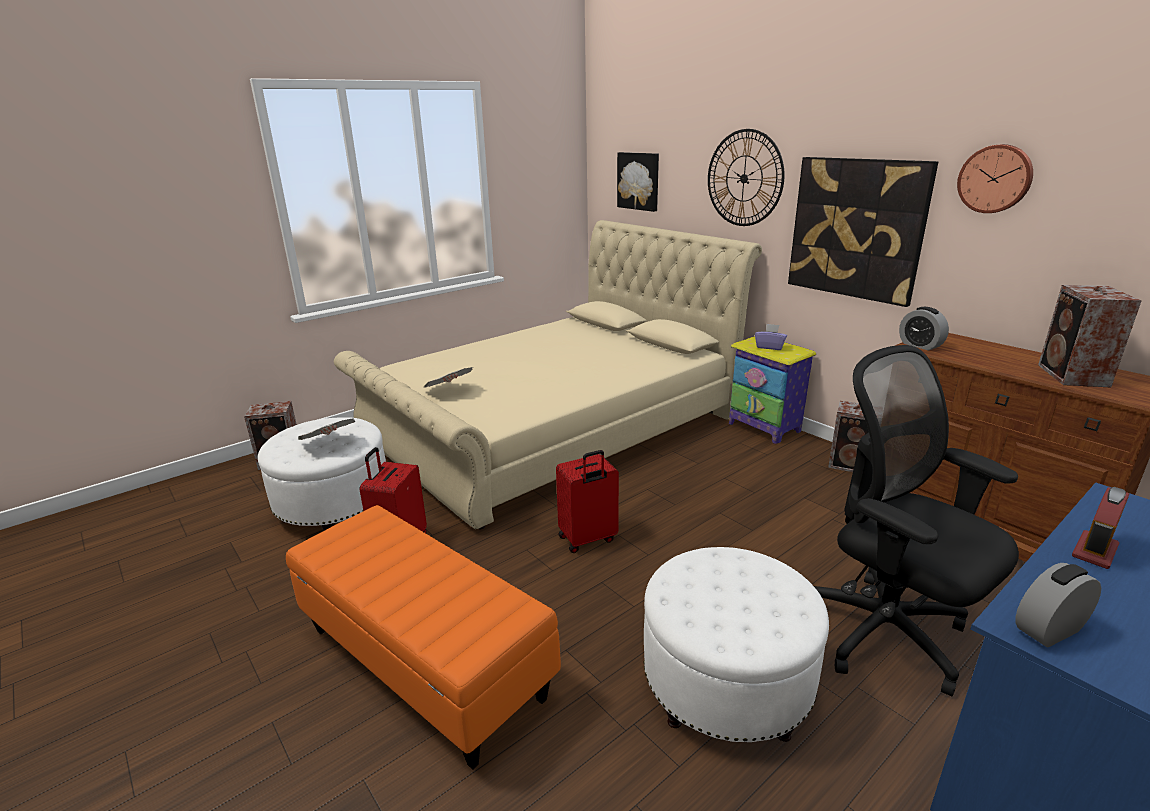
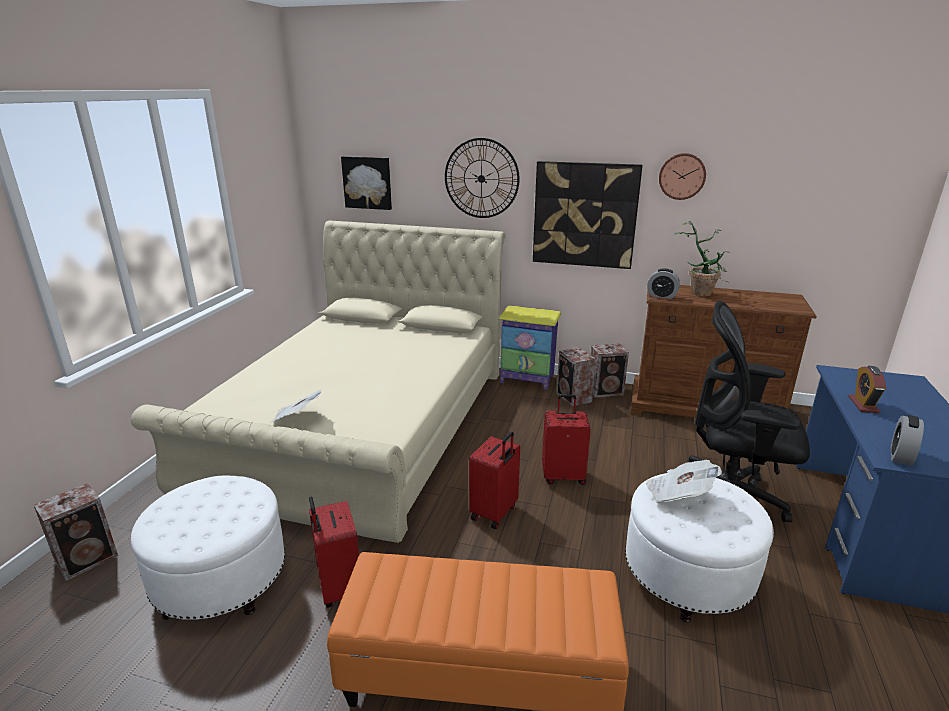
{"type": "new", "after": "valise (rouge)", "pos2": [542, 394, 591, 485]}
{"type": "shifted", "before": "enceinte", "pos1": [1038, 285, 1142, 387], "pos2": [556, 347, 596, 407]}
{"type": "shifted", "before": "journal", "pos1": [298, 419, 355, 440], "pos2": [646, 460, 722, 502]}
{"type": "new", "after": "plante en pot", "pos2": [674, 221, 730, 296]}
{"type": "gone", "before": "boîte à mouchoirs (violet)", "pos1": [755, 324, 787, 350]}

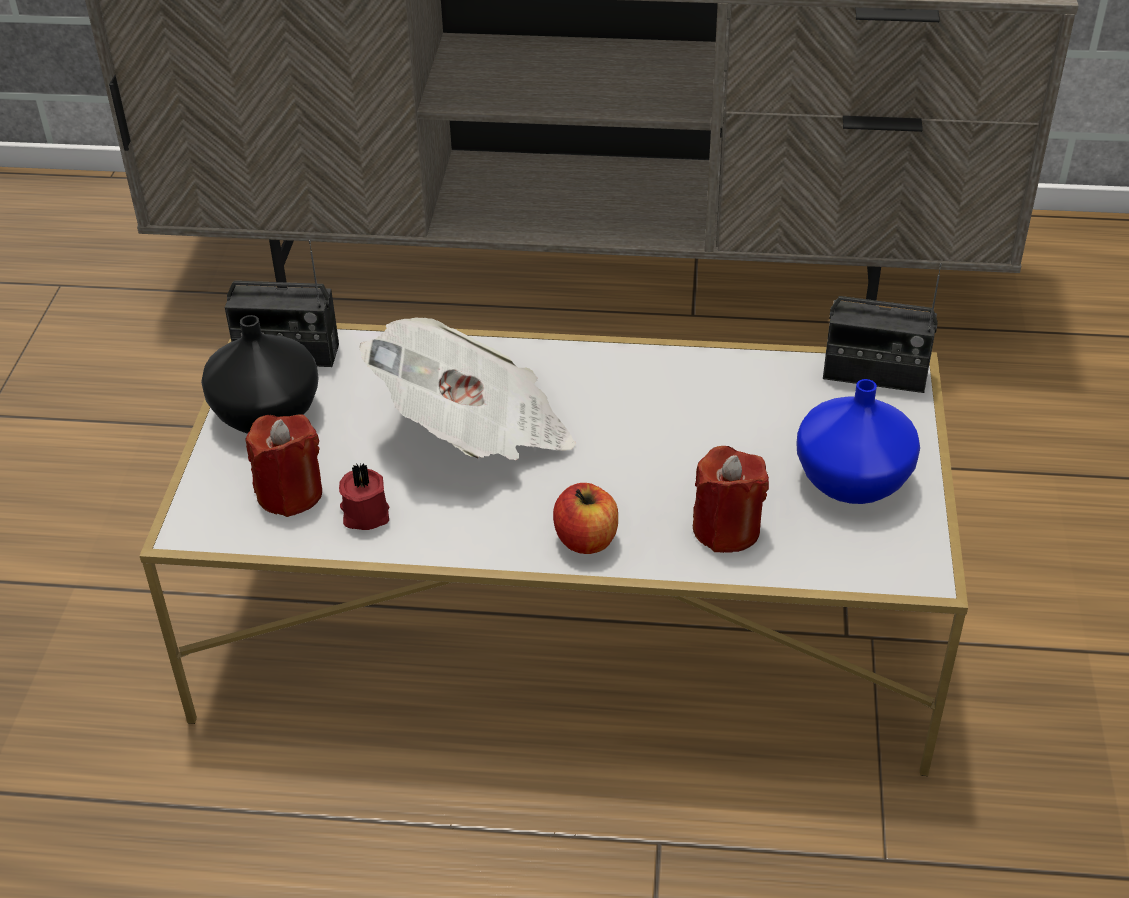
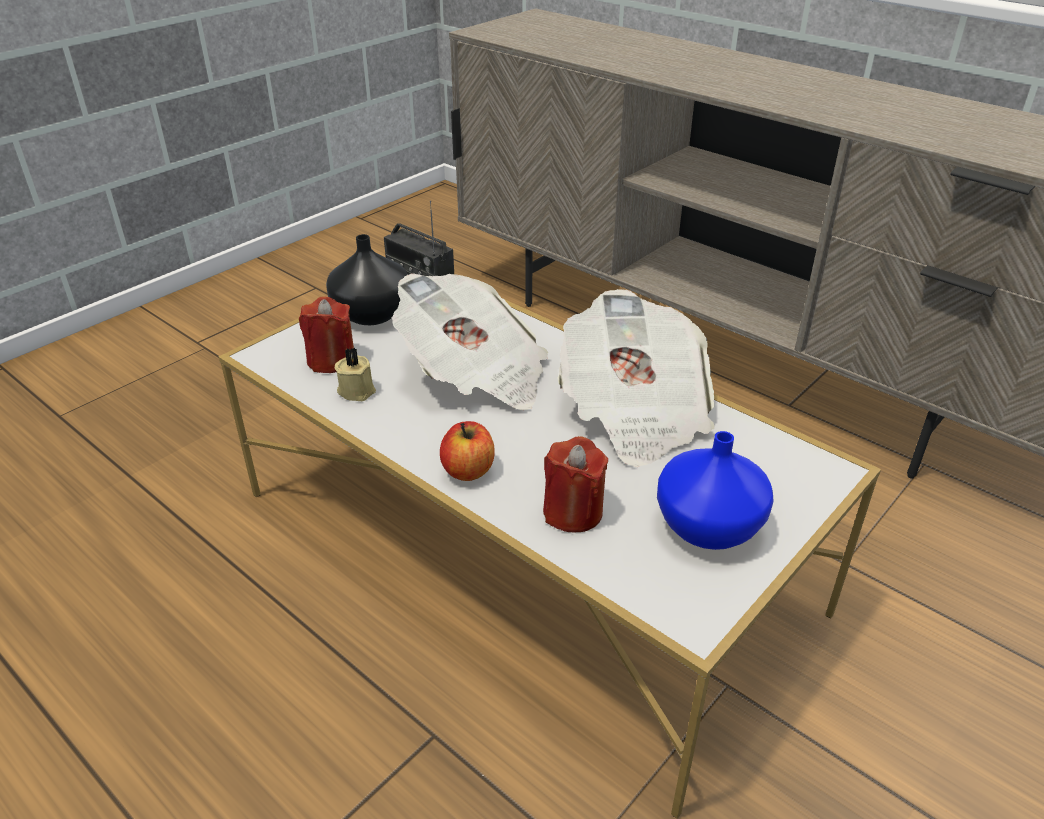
{"type": "repainted", "before": "bougie (rouge)", "after": "bougie (beige)", "pos1": [339, 463, 390, 530], "pos2": [335, 348, 376, 401]}
{"type": "new", "after": "journal", "pos2": [557, 289, 715, 467]}
{"type": "gone", "before": "radio", "pos1": [823, 263, 942, 393]}

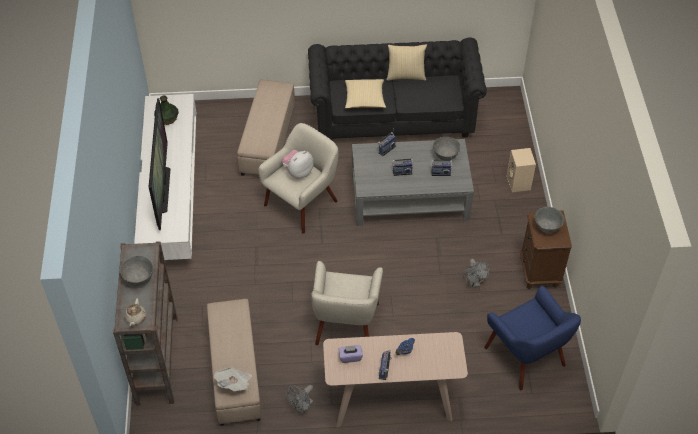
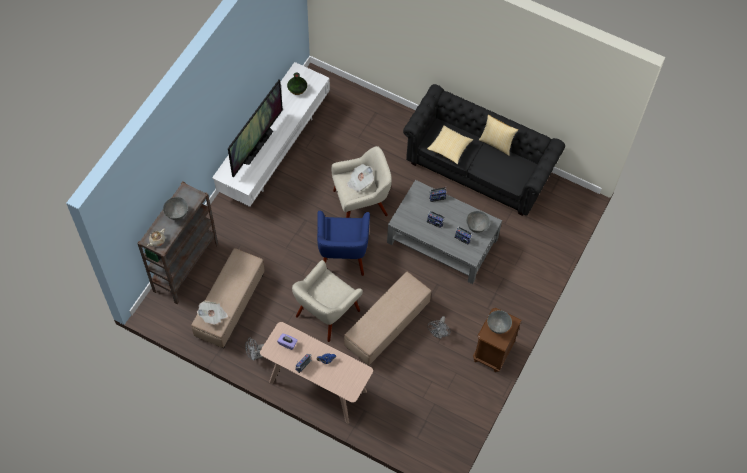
{"type": "shifted", "before": "fauteuil (bleu)", "pos1": [484, 286, 581, 390], "pos2": [317, 211, 370, 276]}
{"type": "shifted", "before": "pouf (beige)", "pos1": [237, 80, 295, 176], "pos2": [344, 272, 431, 366]}
{"type": "swapped", "before": "peluche", "after": "journal", "pos1": [281, 150, 314, 179], "pos2": [347, 164, 374, 193]}
{"type": "gone", "before": "enceinte (beige)", "pos1": [507, 148, 536, 192]}

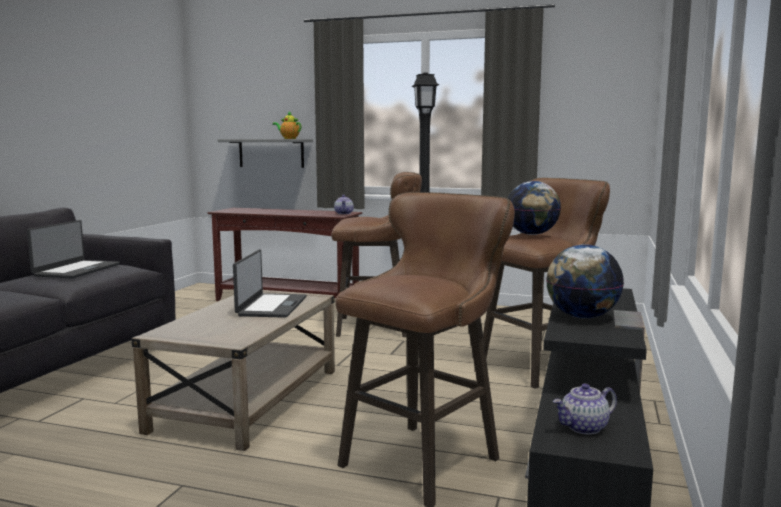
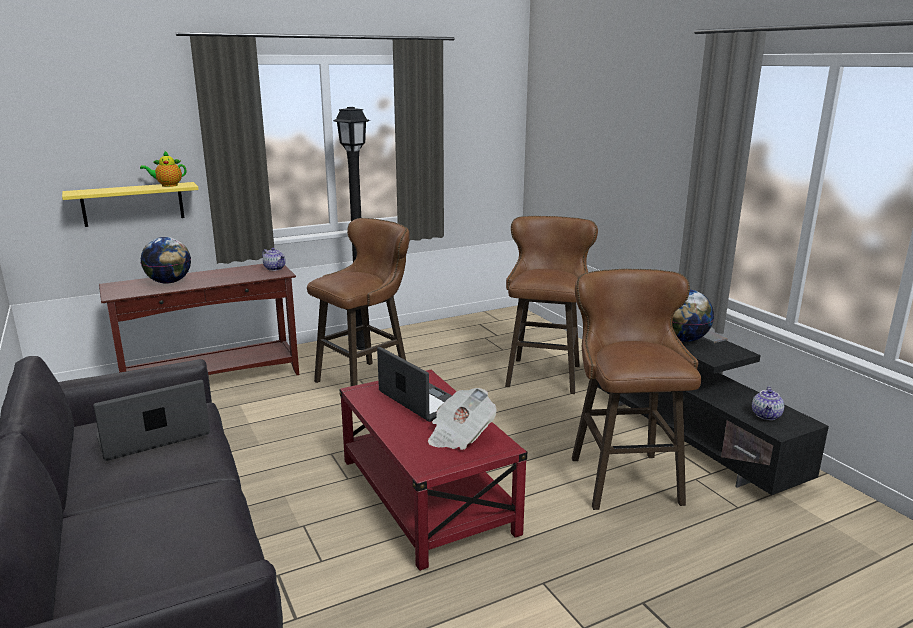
{"type": "repainted", "before": "étagère (gris)", "after": "étagère (jaune)", "pos1": [218, 139, 313, 168], "pos2": [62, 182, 199, 227]}
{"type": "rotated", "before": "ordinateur portable", "pos1": [27, 220, 120, 278], "pos2": [93, 380, 210, 461], "turn": -90}
{"type": "shifted", "before": "globe", "pos1": [508, 181, 561, 235], "pos2": [141, 237, 191, 284]}
{"type": "repainted", "before": "table basse (beige)", "after": "table basse (rouge)", "pos1": [132, 290, 335, 451], "pos2": [339, 370, 527, 571]}
{"type": "new", "after": "journal", "pos2": [428, 388, 497, 450]}

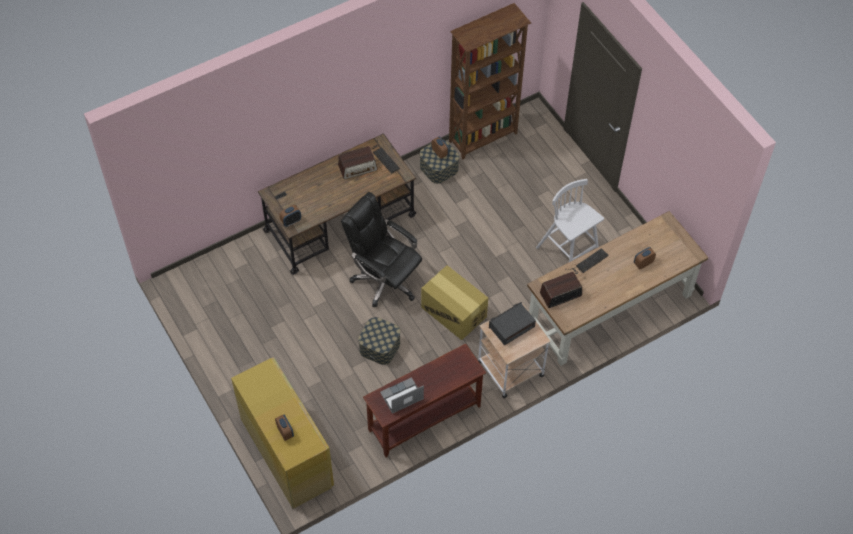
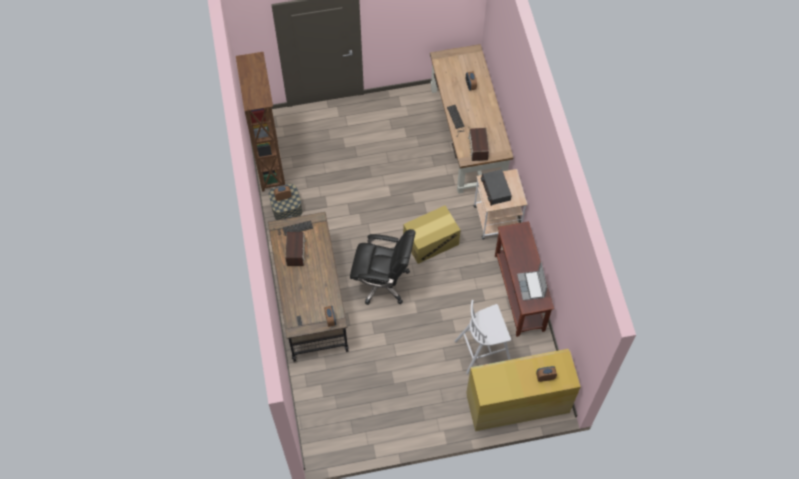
{"type": "rotated", "before": "chaise de bureau (noir)", "pos1": [341, 192, 422, 307], "pos2": [350, 229, 416, 305], "turn": -135}
{"type": "shifted", "before": "tabouret (blanc)", "pos1": [536, 179, 604, 262], "pos2": [455, 300, 511, 374]}
{"type": "gone", "before": "boîte de rangement", "pos1": [358, 317, 400, 365]}

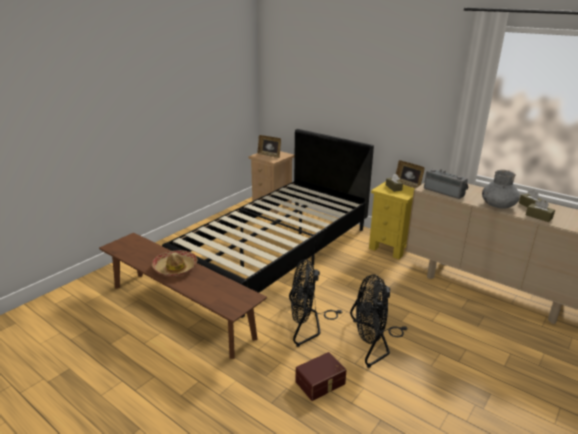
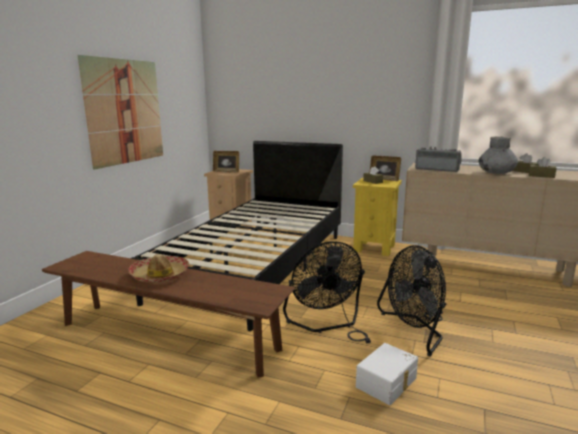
{"type": "new", "after": "tableau", "pos2": [77, 55, 163, 170]}
{"type": "rotated", "before": "ventilateur (noir)", "pos1": [289, 259, 343, 347], "pos2": [283, 241, 371, 343], "turn": 90}
{"type": "repainted", "before": "boîte de rangement (marron)", "after": "boîte de rangement (blanc)", "pos1": [295, 352, 346, 401], "pos2": [356, 343, 418, 405]}

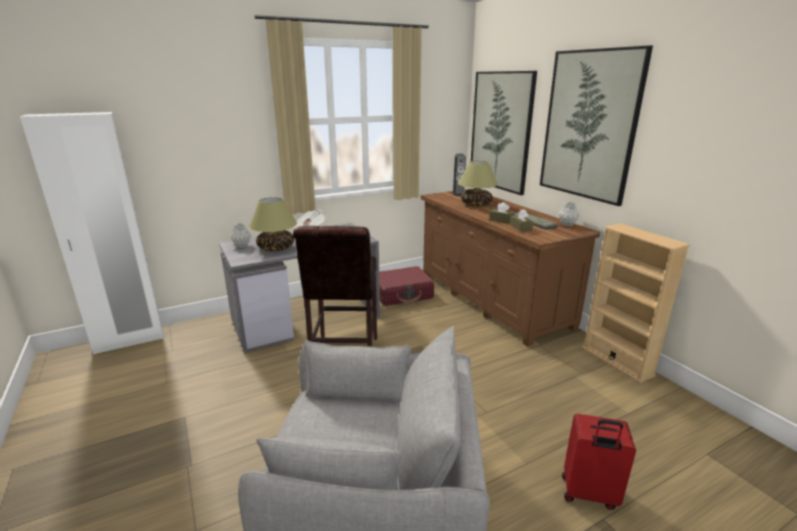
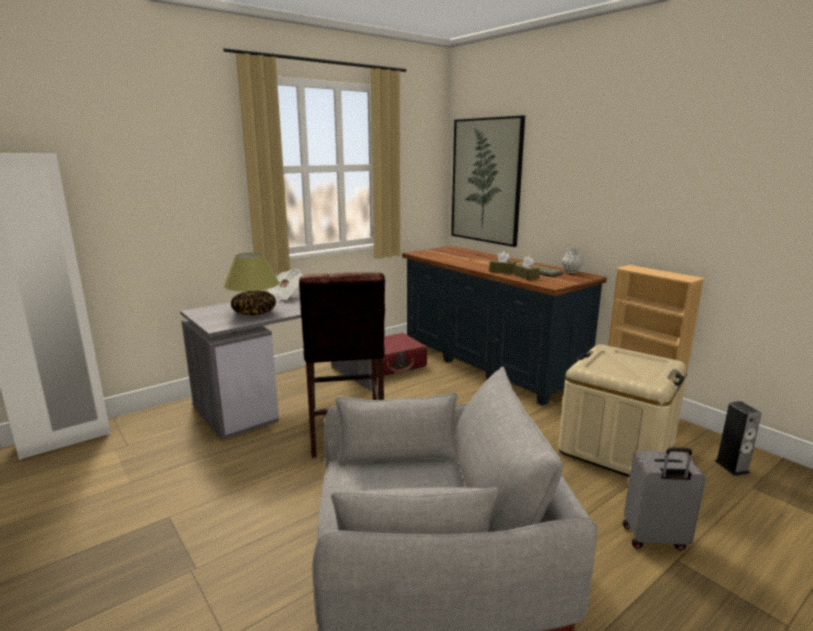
{"type": "repainted", "before": "commode (marron)", "after": "commode (bleu)", "pos1": [421, 189, 600, 347], "pos2": [402, 246, 607, 406]}
{"type": "new", "after": "boîte de rangement (beige)", "pos2": [558, 344, 688, 477]}
{"type": "repainted", "before": "valise (rouge)", "after": "valise (gris)", "pos1": [562, 414, 636, 510], "pos2": [623, 447, 706, 551]}
{"type": "shifted", "before": "enceinte", "pos1": [453, 154, 466, 196], "pos2": [715, 401, 761, 476]}
{"type": "gone", "before": "vase (gris)", "pos1": [231, 223, 251, 247]}
{"type": "gone", "before": "lampe de table", "pos1": [458, 161, 498, 206]}
{"type": "gone", "before": "tableau", "pos1": [540, 45, 653, 206]}

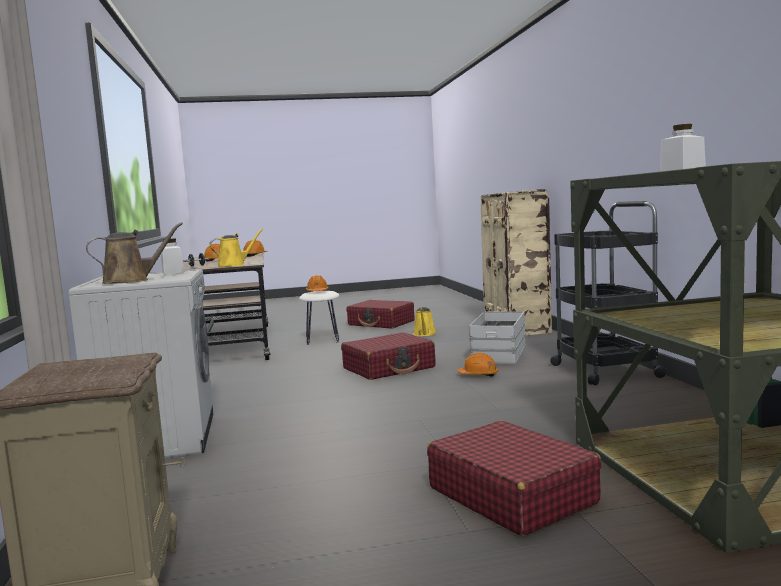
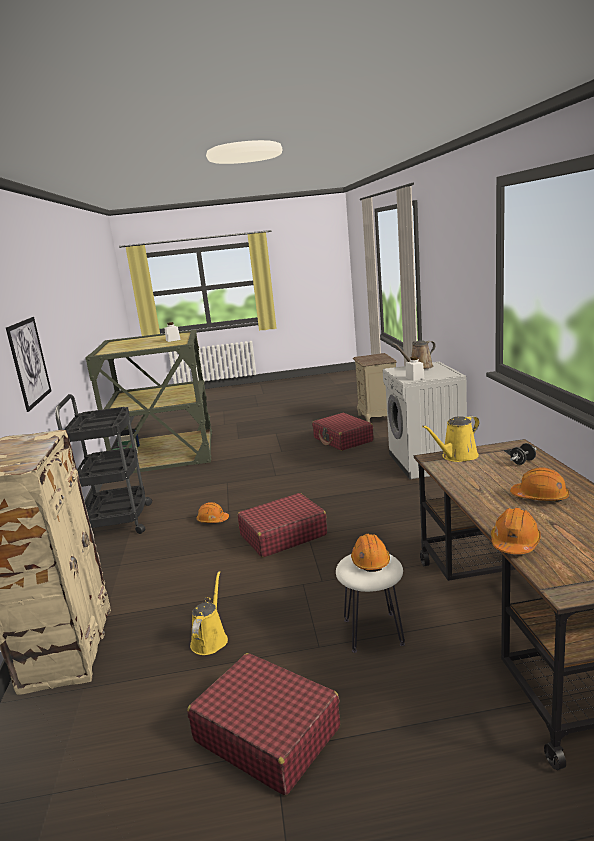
{"type": "new", "after": "tableau", "pos2": [6, 317, 51, 412]}
{"type": "shifted", "before": "valise (rouge)", "pos1": [427, 421, 602, 536], "pos2": [312, 413, 373, 451]}
{"type": "gone", "before": "boîte de rangement (gris)", "pos1": [469, 311, 526, 364]}

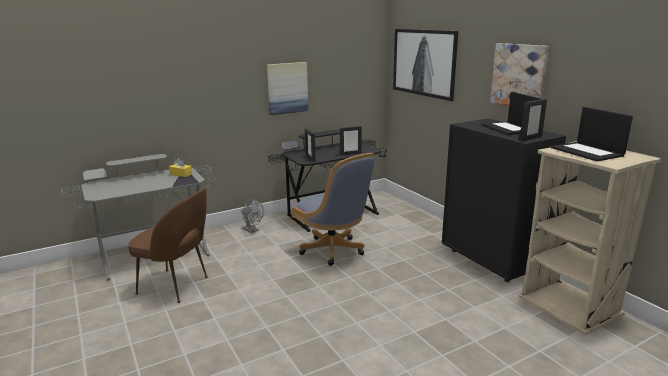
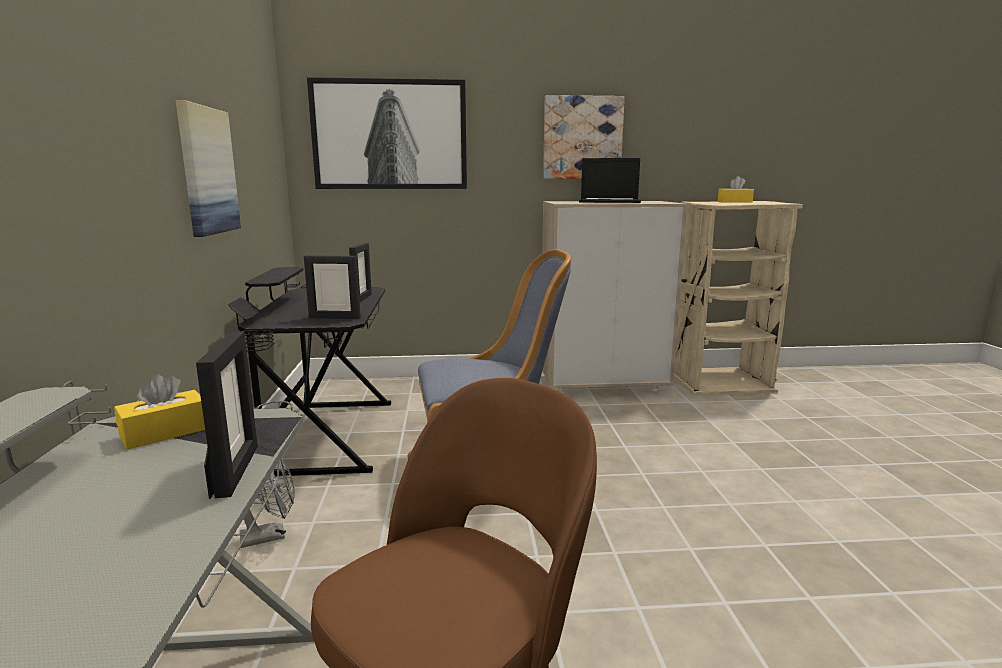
{"type": "shifted", "before": "cadre photo", "pos1": [519, 99, 547, 141], "pos2": [196, 332, 258, 499]}
{"type": "repainted", "before": "meuble de rangement (noir)", "after": "meuble de rangement (beige)", "pos1": [442, 118, 566, 282], "pos2": [542, 201, 688, 393]}
{"type": "swapped", "before": "ordinateur portable", "after": "boîte à mouchoirs (jaune)", "pos1": [551, 107, 633, 161], "pos2": [718, 176, 754, 203]}

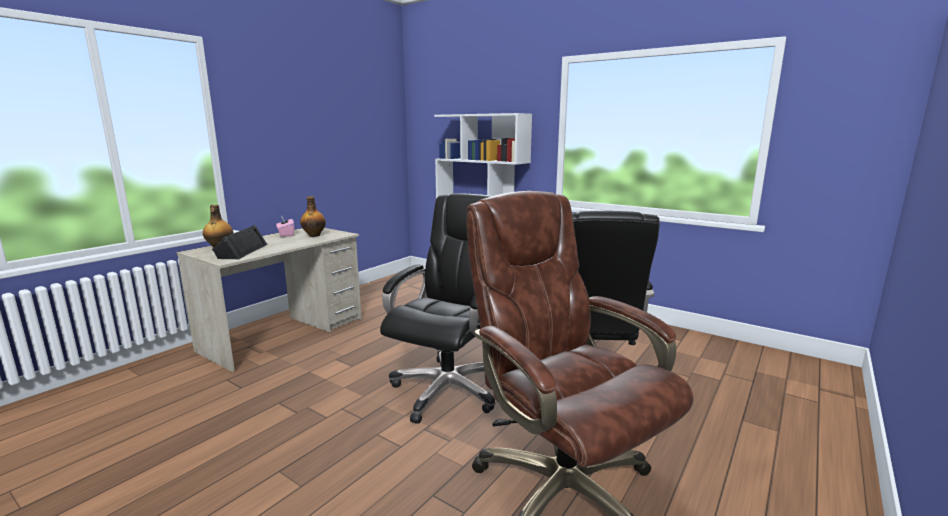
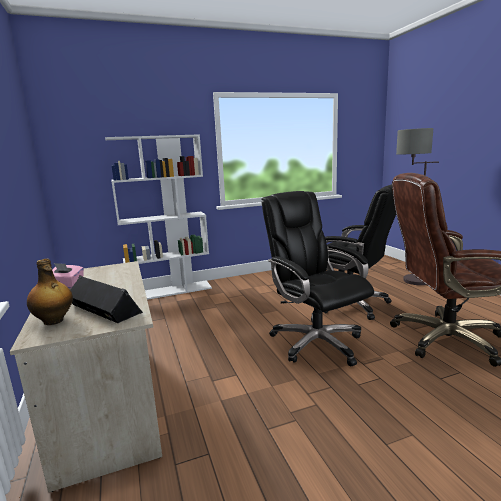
{"type": "new", "after": "lampadaire (gris)", "pos2": [396, 128, 439, 285]}
{"type": "gone", "before": "bouteille", "pos1": [300, 196, 326, 237]}

